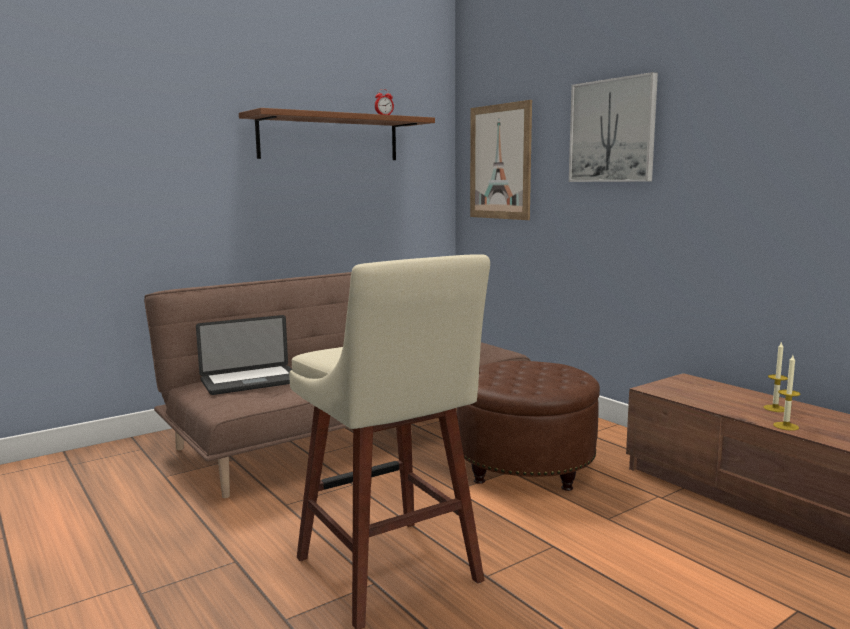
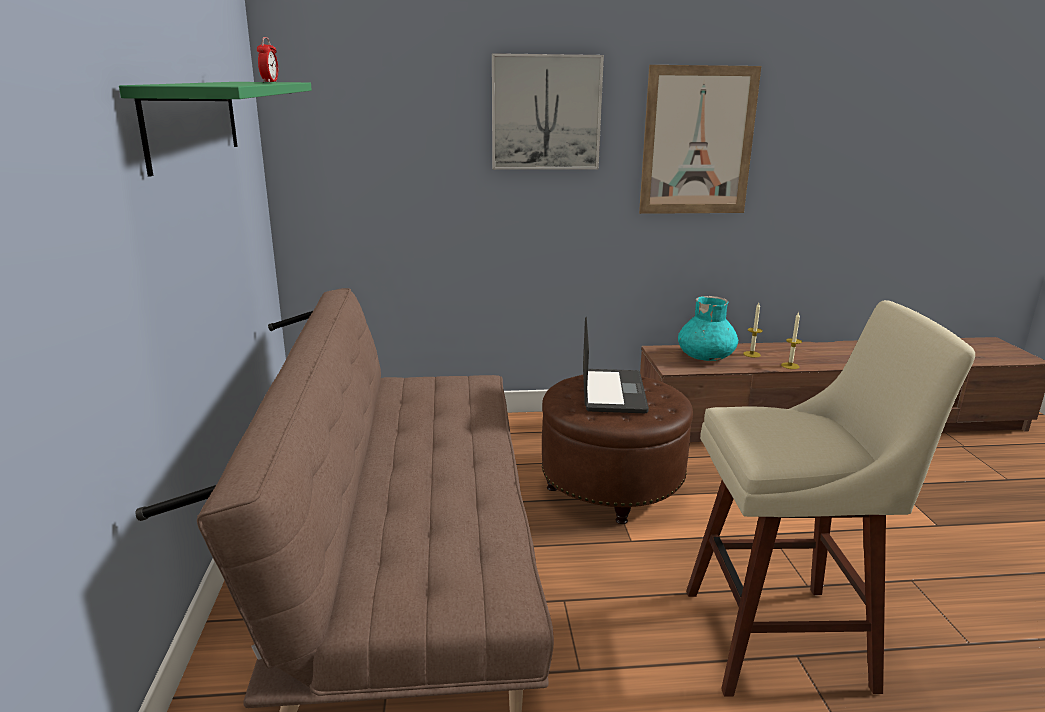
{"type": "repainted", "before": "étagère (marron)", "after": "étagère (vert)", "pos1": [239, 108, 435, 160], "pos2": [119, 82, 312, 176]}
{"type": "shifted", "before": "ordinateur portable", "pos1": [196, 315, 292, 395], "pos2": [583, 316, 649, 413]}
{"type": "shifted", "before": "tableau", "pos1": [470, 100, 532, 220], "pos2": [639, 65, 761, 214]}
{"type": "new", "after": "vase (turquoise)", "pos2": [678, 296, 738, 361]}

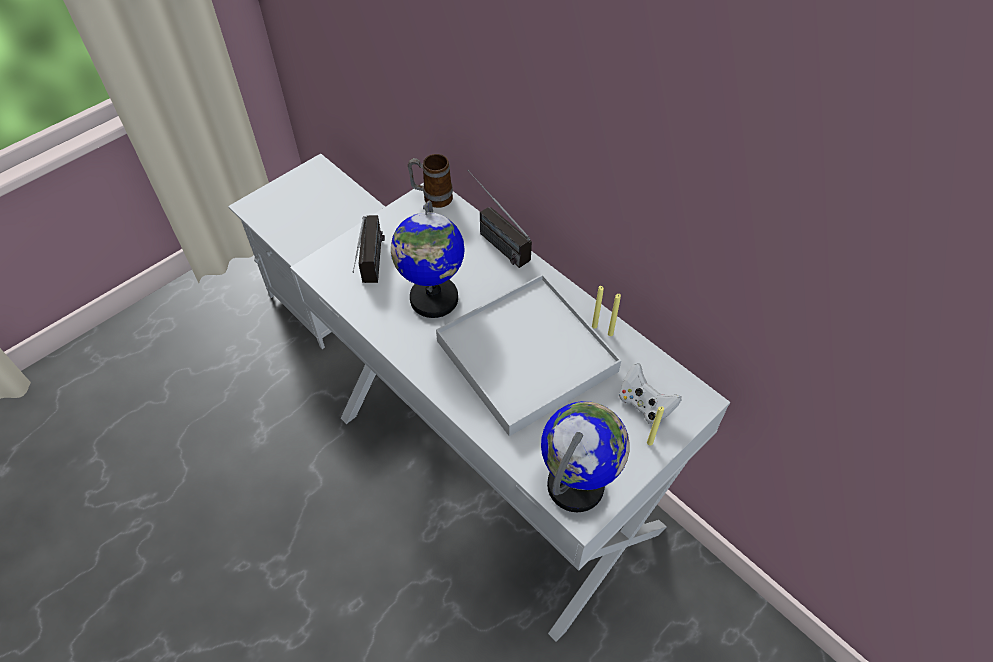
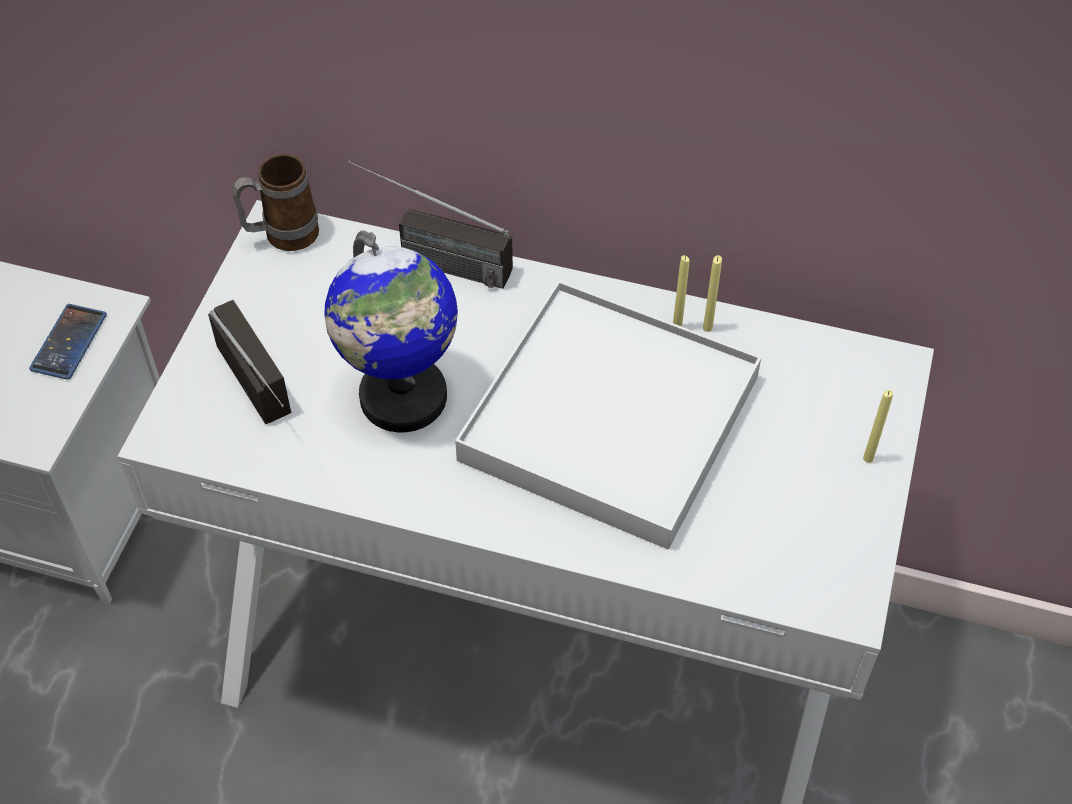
{"type": "new", "after": "téléphone", "pos2": [29, 304, 107, 380]}
{"type": "gone", "before": "globe", "pos1": [541, 401, 630, 512]}
{"type": "gone", "before": "manette (blanc)", "pos1": [619, 363, 681, 425]}

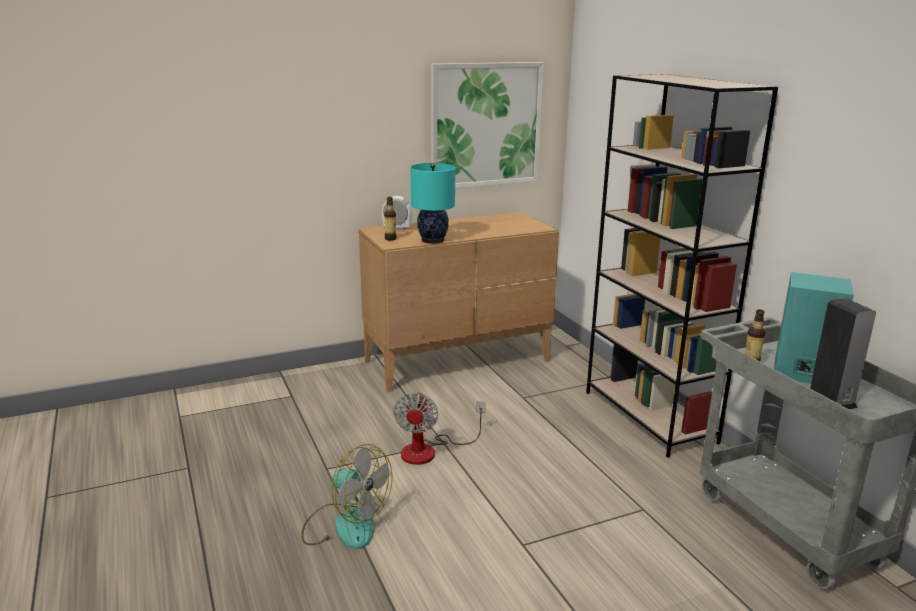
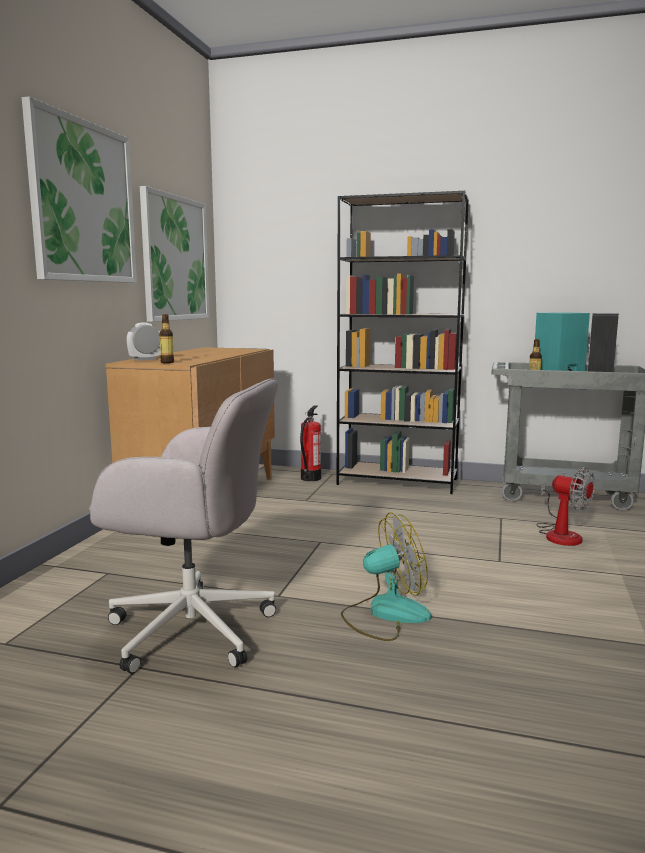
{"type": "new", "after": "tableau", "pos2": [22, 97, 137, 283]}
{"type": "new", "after": "chaise de bureau (gris)", "pos2": [89, 378, 278, 674]}
{"type": "new", "after": "extincteur", "pos2": [300, 405, 321, 481]}
{"type": "shifted", "before": "ventilateur", "pos1": [393, 391, 485, 465], "pos2": [536, 467, 595, 546]}
{"type": "gone", "before": "lampe de table (turquoise)", "pos1": [410, 163, 455, 244]}

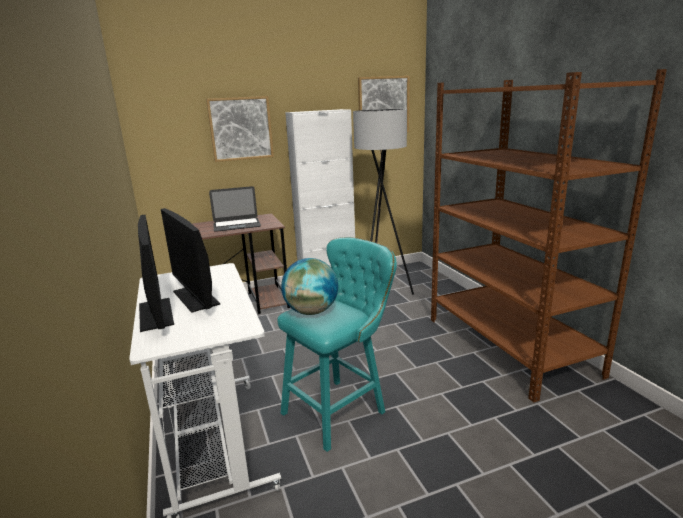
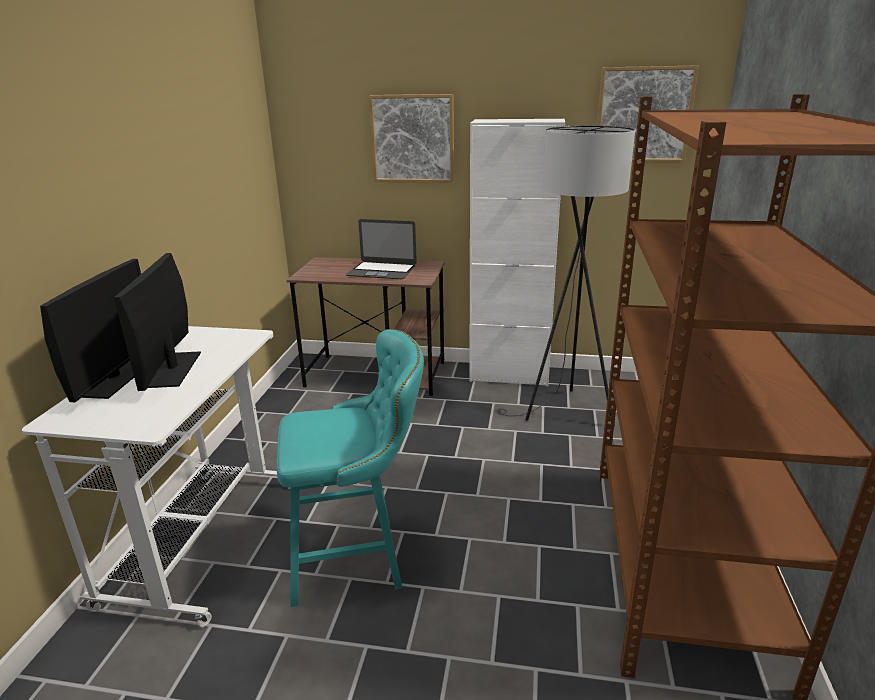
{"type": "gone", "before": "globe", "pos1": [281, 258, 338, 315]}

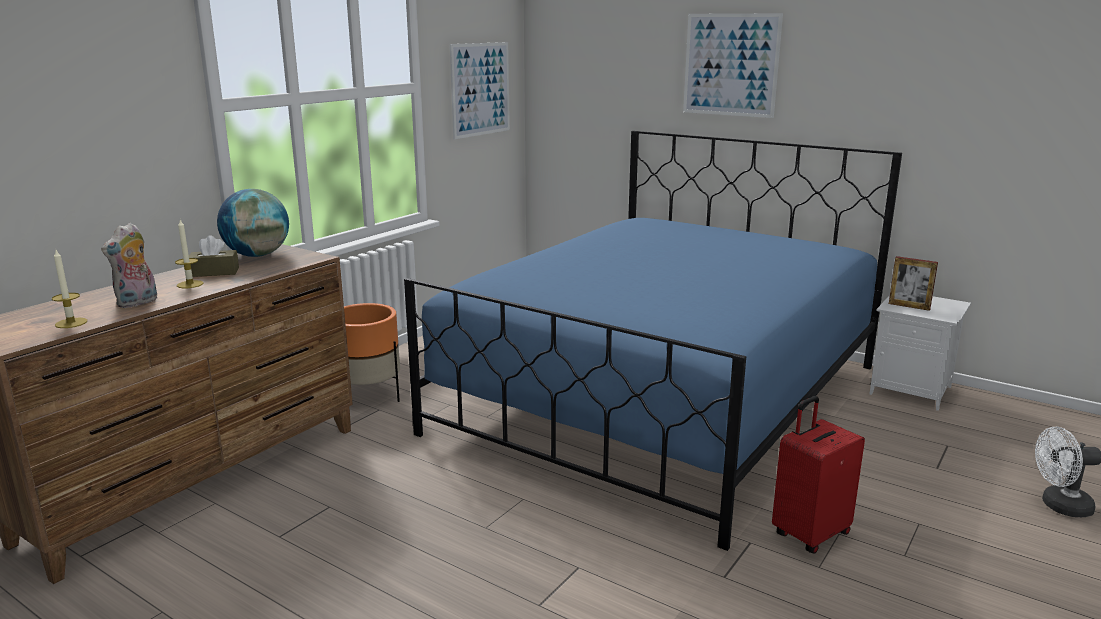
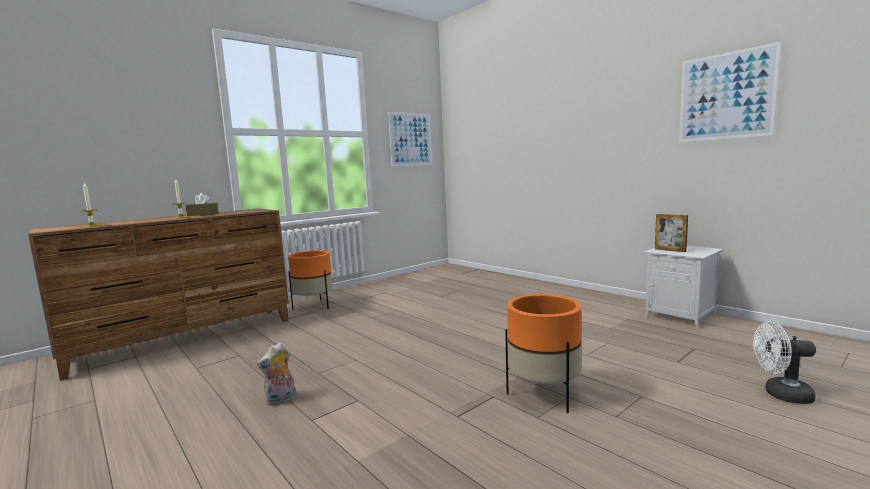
{"type": "shifted", "before": "peluche", "pos1": [101, 223, 157, 308], "pos2": [257, 342, 296, 406]}
{"type": "swapped", "before": "valise (rouge)", "after": "cache-pot (orange)", "pos1": [772, 396, 865, 554], "pos2": [505, 294, 581, 413]}
{"type": "shifted", "before": "tableau", "pos1": [683, 13, 783, 118], "pos2": [679, 42, 781, 142]}
{"type": "gone", "before": "globe", "pos1": [217, 189, 289, 257]}
{"type": "gone", "before": "lit (bleu)", "pos1": [404, 131, 902, 551]}

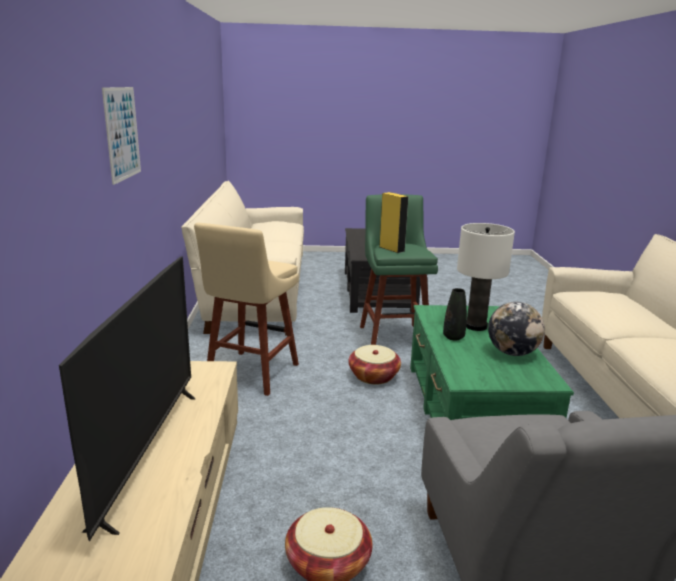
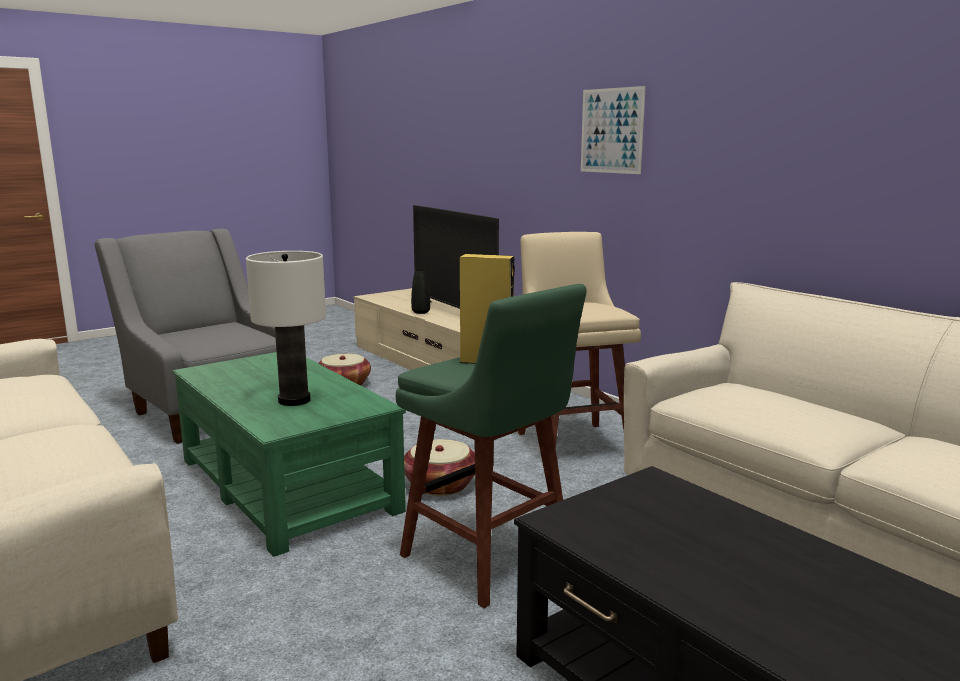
{"type": "shifted", "before": "vase (noir)", "pos1": [443, 288, 467, 341], "pos2": [411, 269, 430, 314]}
{"type": "gone", "before": "globe", "pos1": [488, 302, 545, 356]}

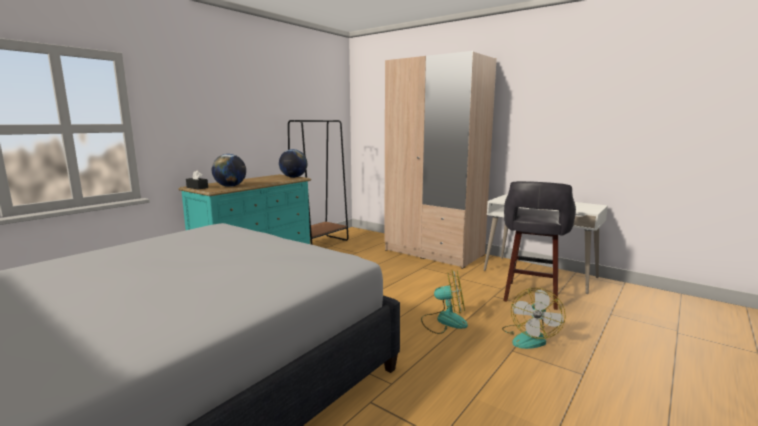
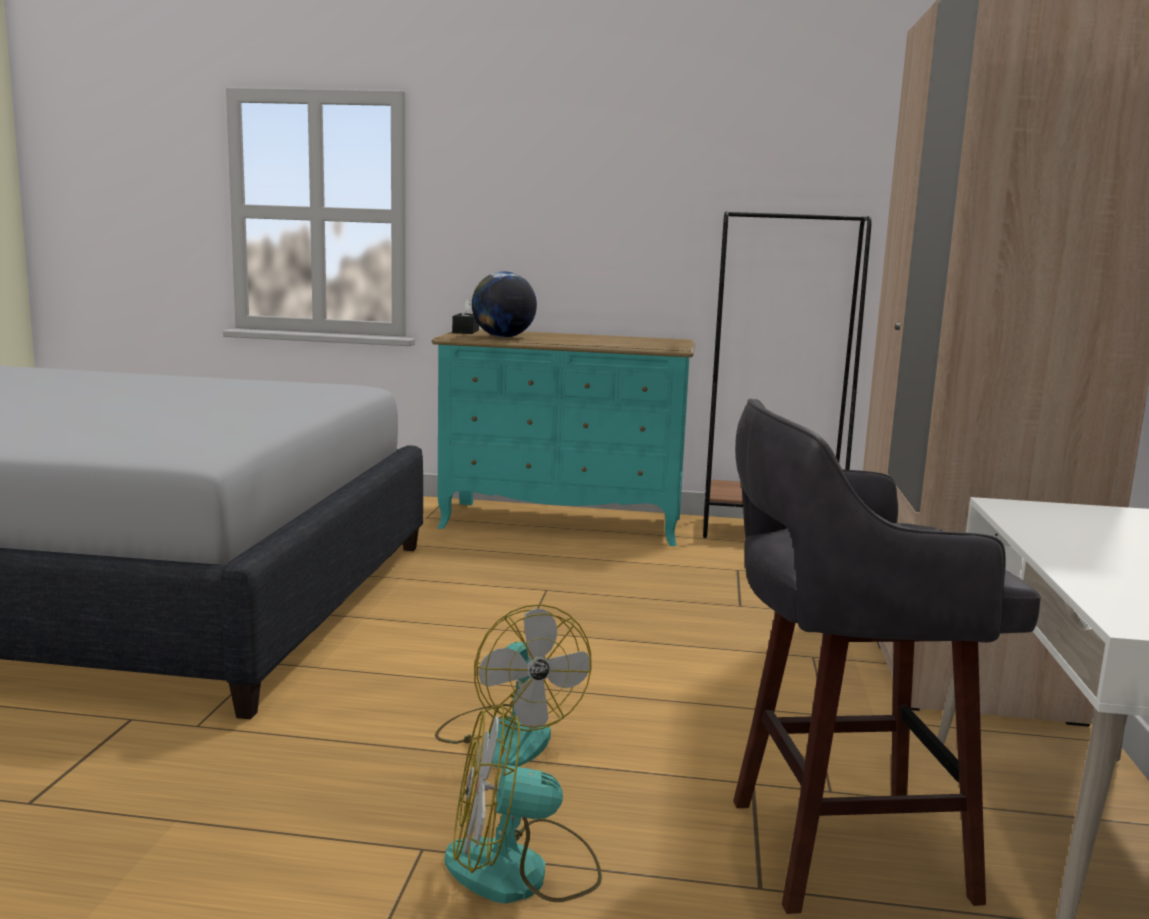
{"type": "gone", "before": "globe", "pos1": [279, 149, 307, 178]}

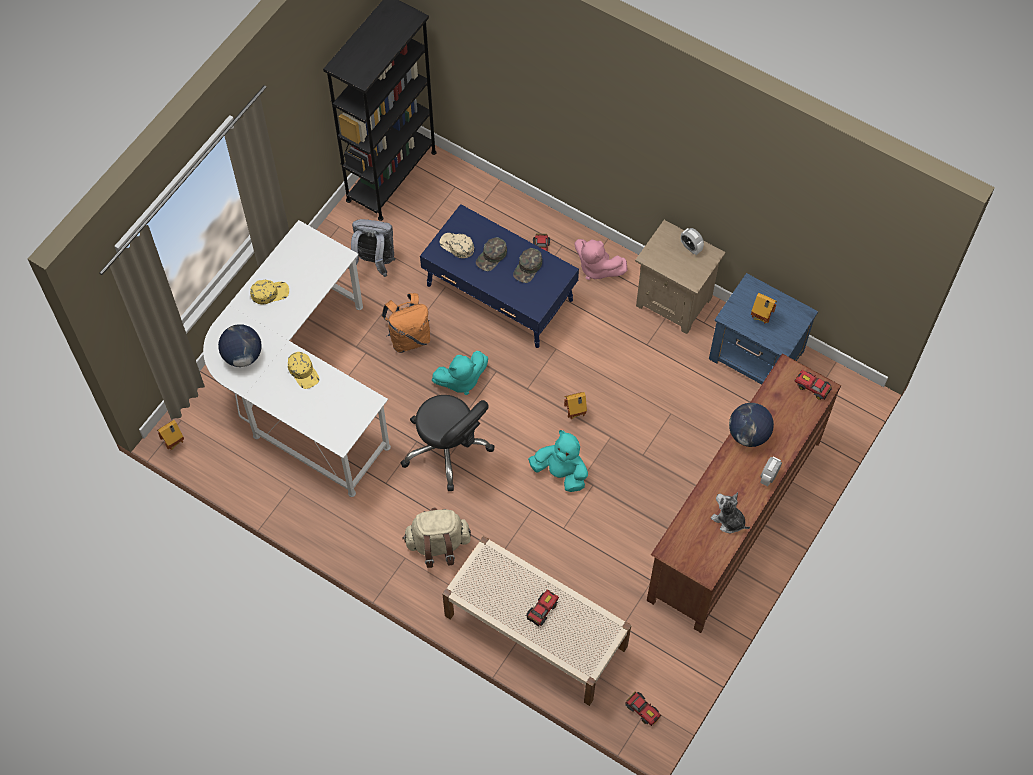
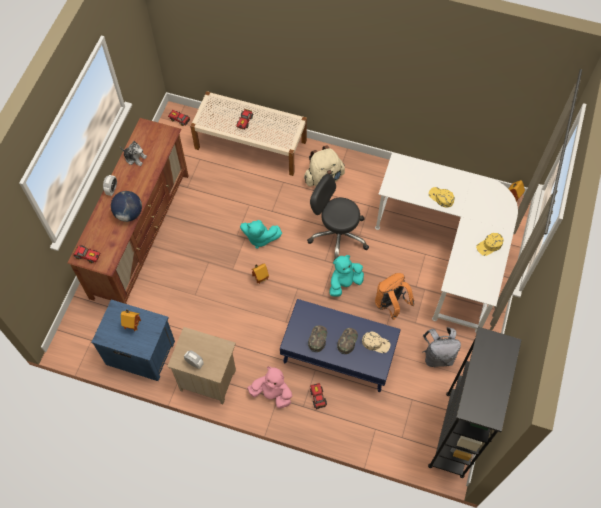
{"type": "gone", "before": "globe", "pos1": [218, 324, 262, 367]}

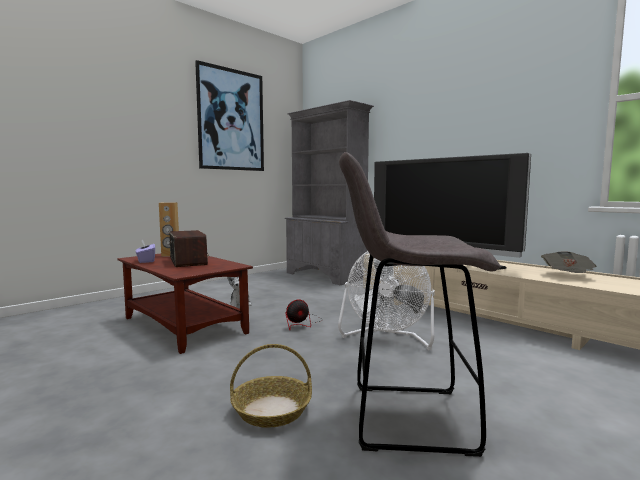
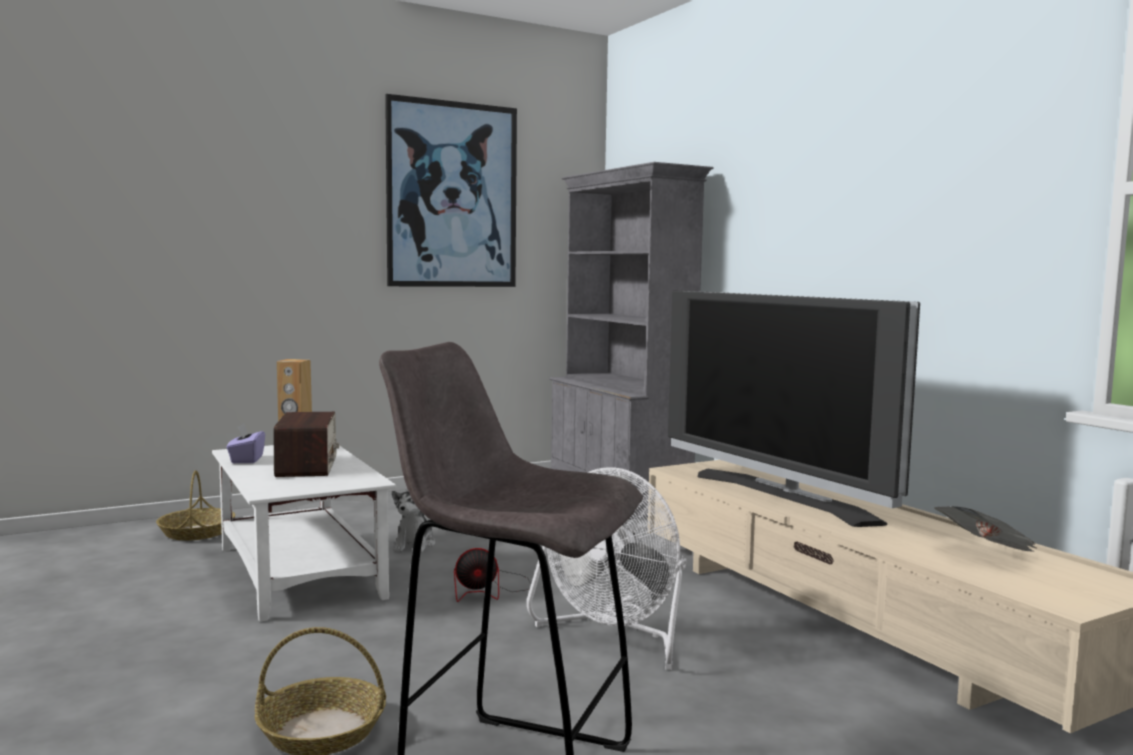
{"type": "new", "after": "panier", "pos2": [156, 470, 235, 541]}
{"type": "repainted", "before": "table basse (marron)", "after": "table basse (blanc)", "pos1": [118, 254, 253, 354], "pos2": [212, 445, 396, 622]}

